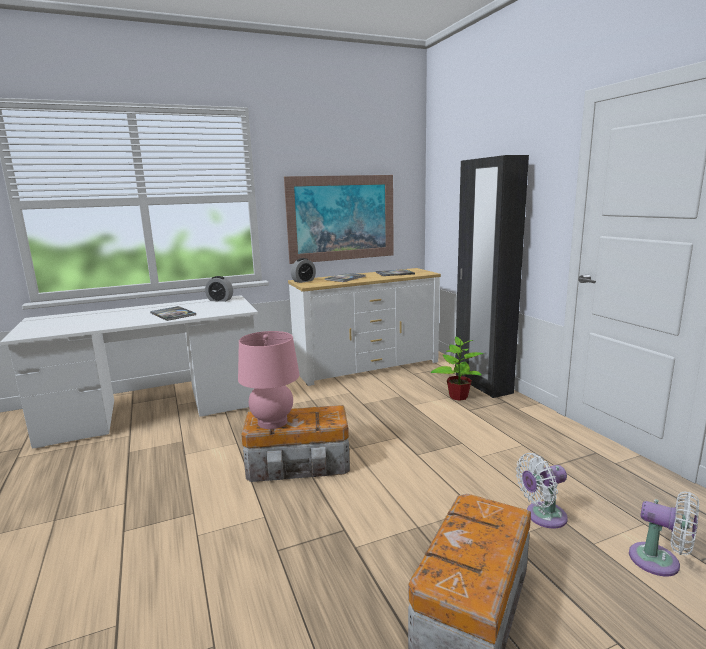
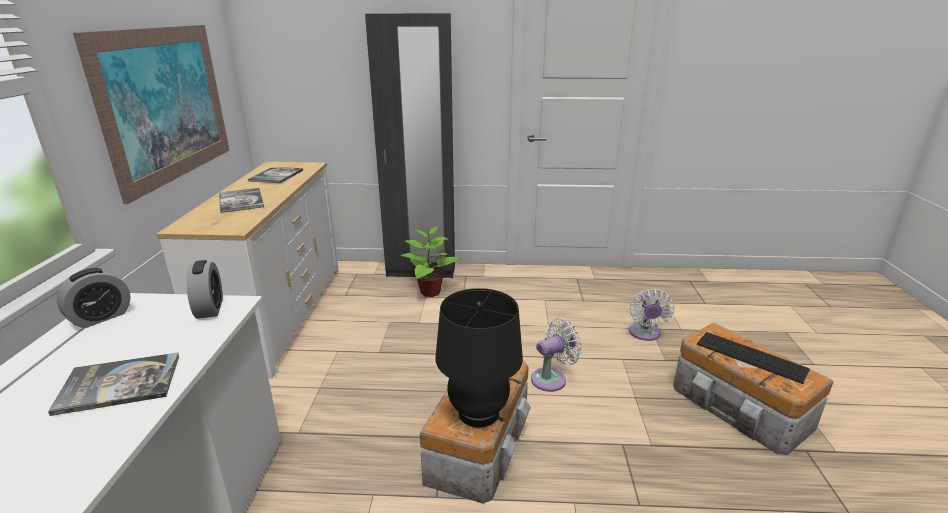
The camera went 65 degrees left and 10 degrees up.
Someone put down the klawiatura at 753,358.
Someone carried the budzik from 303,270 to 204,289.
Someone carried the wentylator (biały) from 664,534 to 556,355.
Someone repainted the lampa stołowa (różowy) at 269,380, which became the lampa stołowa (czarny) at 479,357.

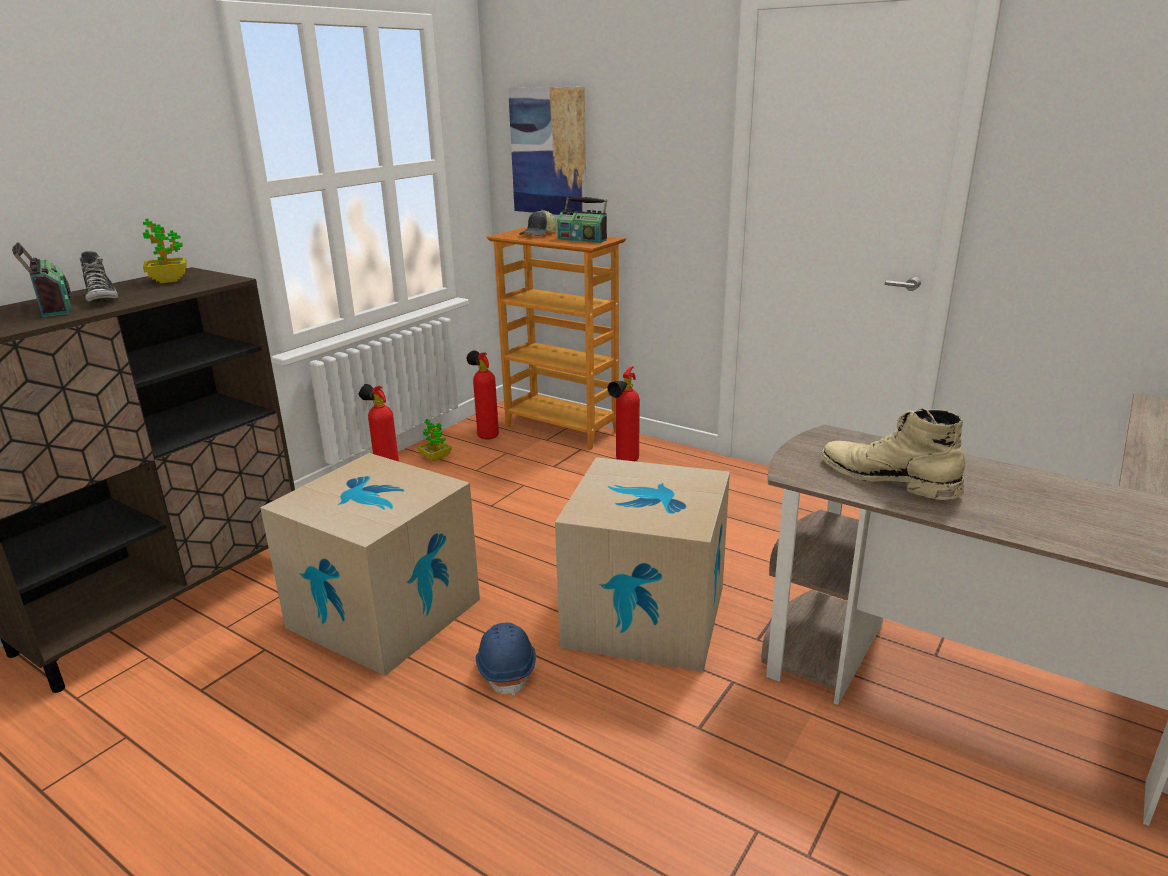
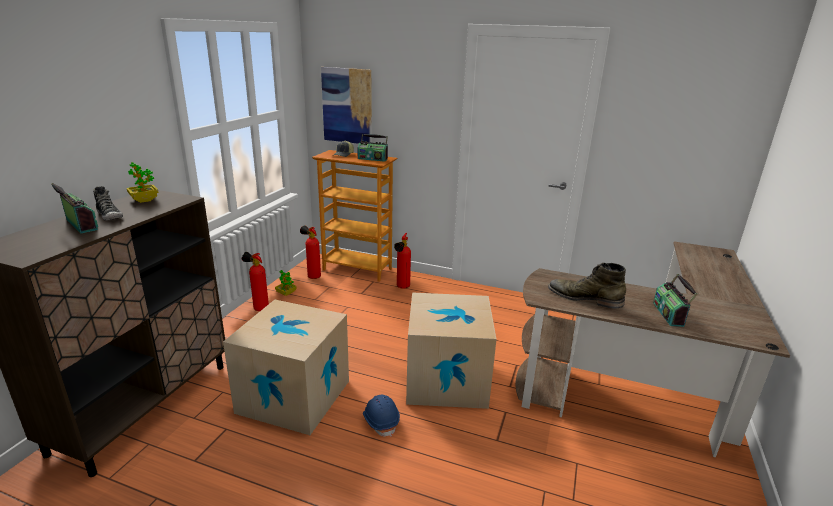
The camera went 15 degrees left and 0 degrees up.
Someone put down the radio at 675,300.
Someone repainted the but z cholewką (beżowy) at 893,454, which became the but z cholewką (zielony) at 587,285.

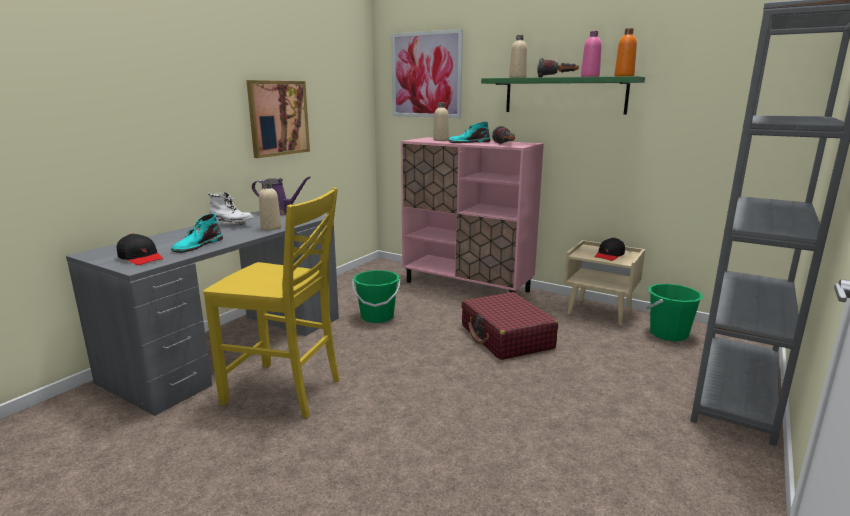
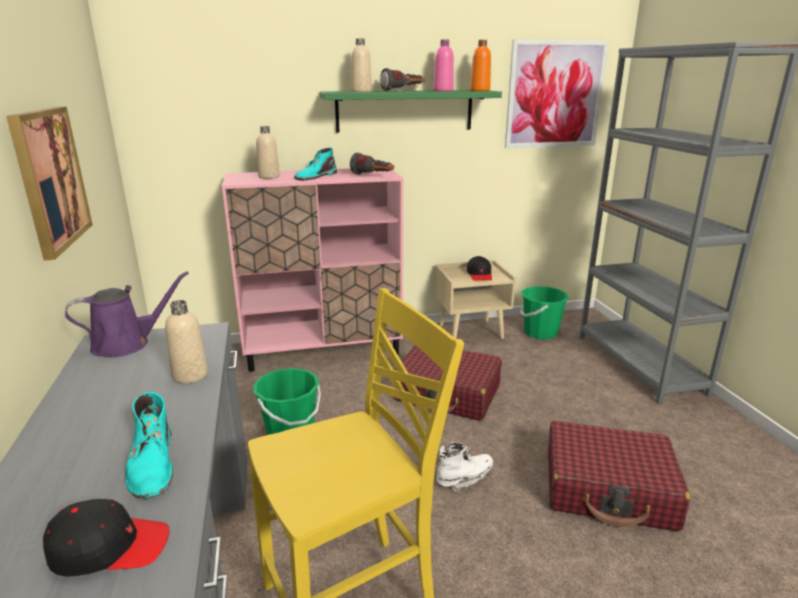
The camera went 45 degrees left and 5 degrees up.
Someone put down the walizka (czerwony) at 619,476.
Someone carried the but z cholewką (biały) from 231,208 to 465,467.
Someone carried the obraz from 427,73 to 557,94.

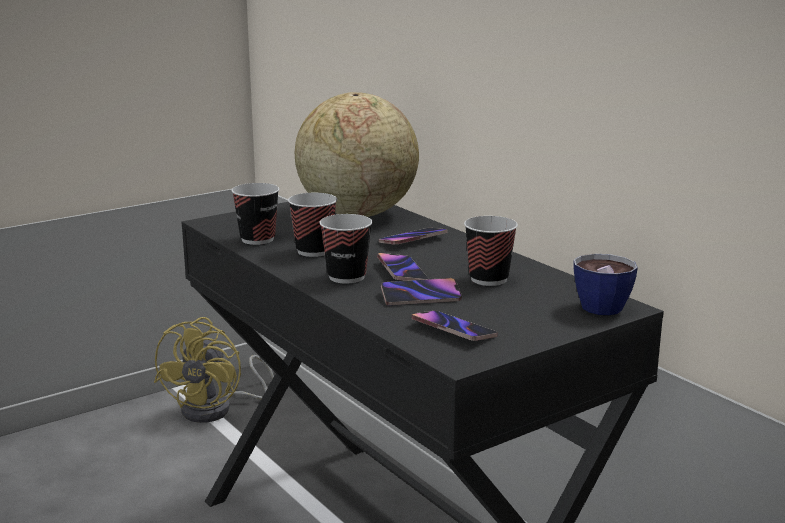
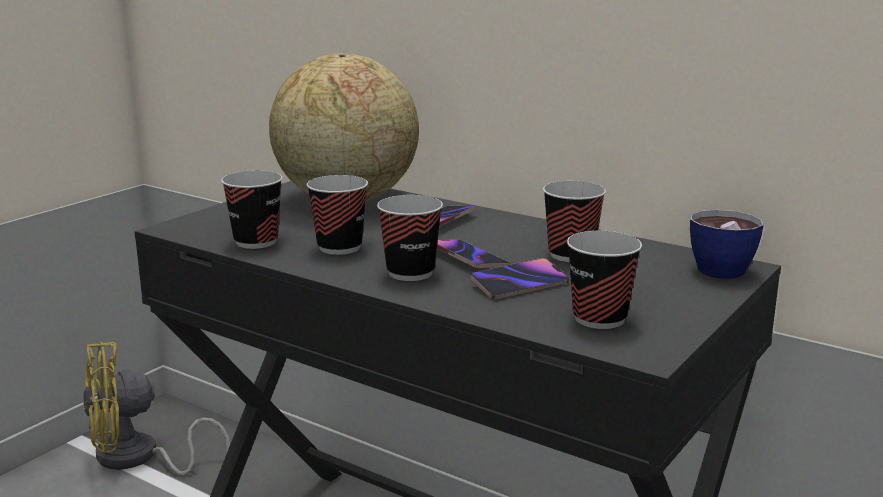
The camera went 20 degrees left and 0 degrees up.
Someone swapped the telefon at 454,326 for the filiżanka at 604,280.
Someone rotated the wentylator (żółty) at 214,370 by 75 degrees clockwise.

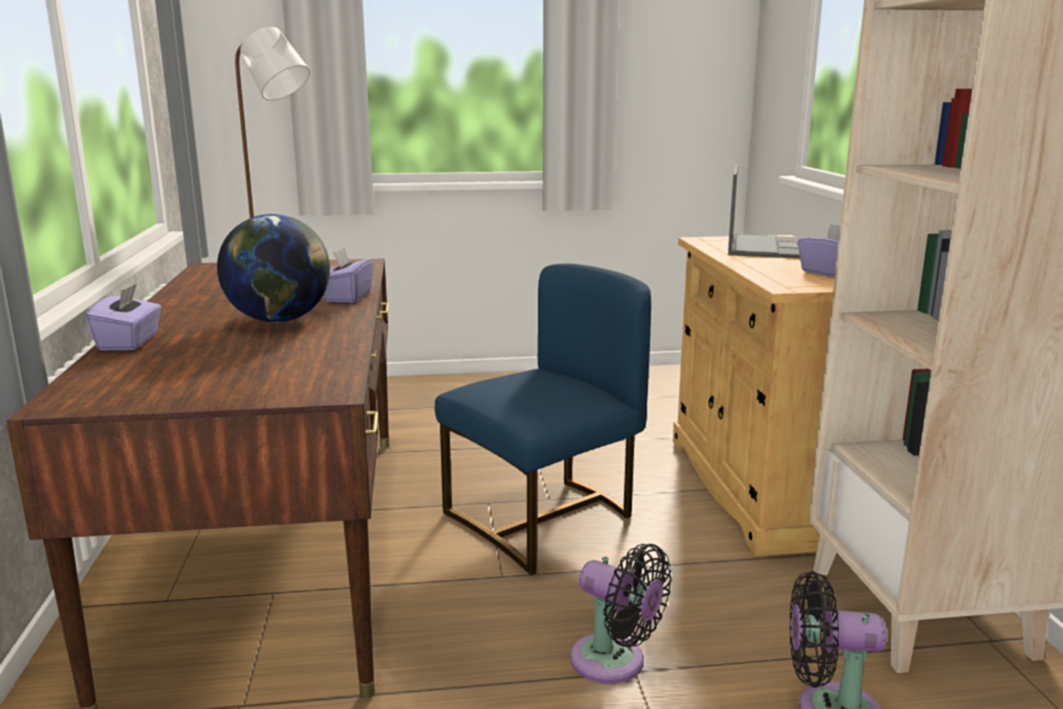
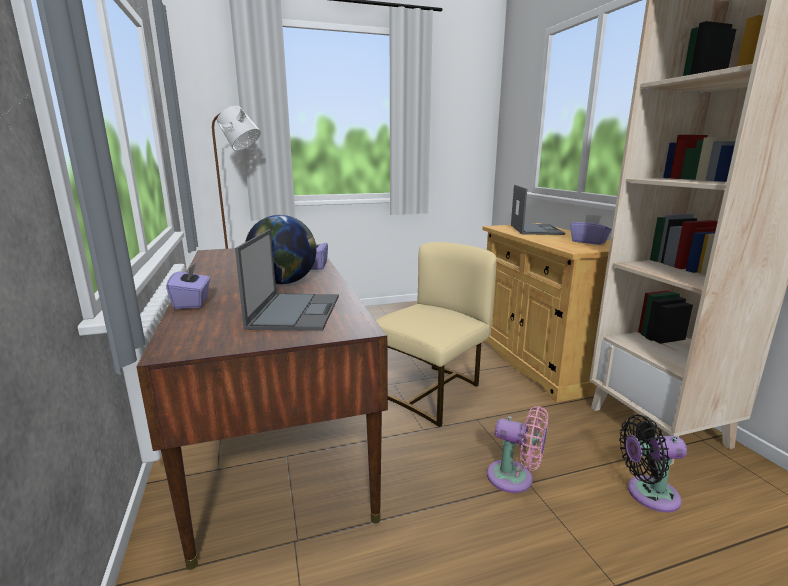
The camera went 10 degrees left and 0 degrees up.
Someone put down the laptop at 287,280.
Someone repainted the krzesło (niebieski) at 543,419, which became the krzesło (beżowy) at 436,334.
Someone repainted the wentylator (czarny) at 621,614, which became the wentylator (różowy) at 517,449.

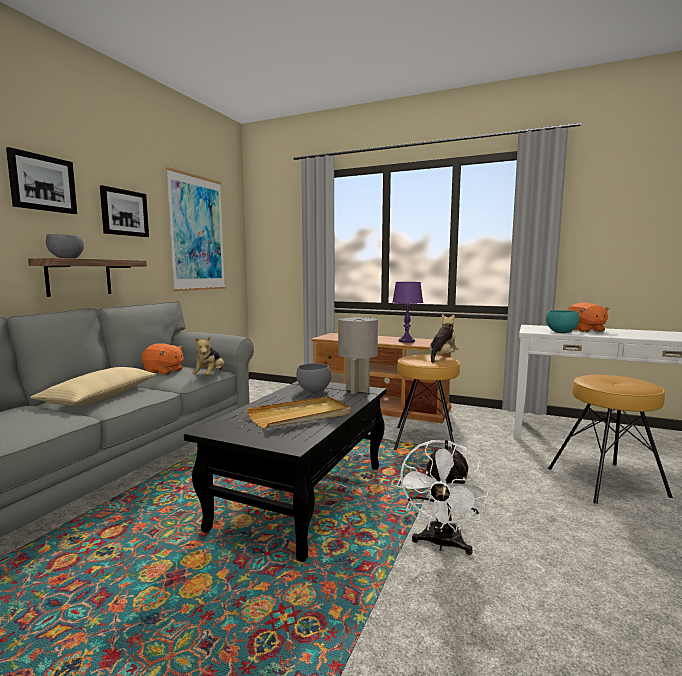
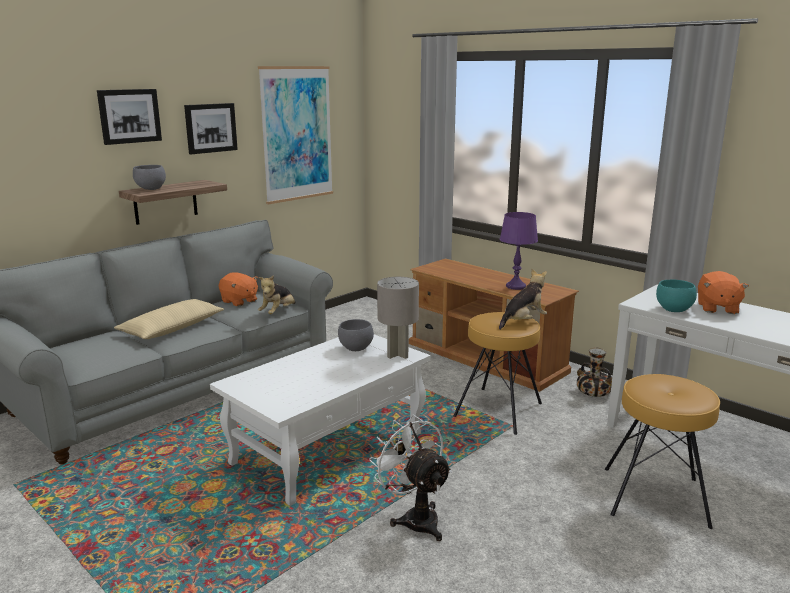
The camera went 20 degrees right and 10 degrees up.
Someone took away the taca (beżowy) at 299,412.
Someone put down the wazon at 594,372.
Someone repainted the ława (czarny) at 285,471, which became the ława (biały) at 320,420.
Someone rotated the wentylator (biały) at 443,497 by 105 degrees clockwise.

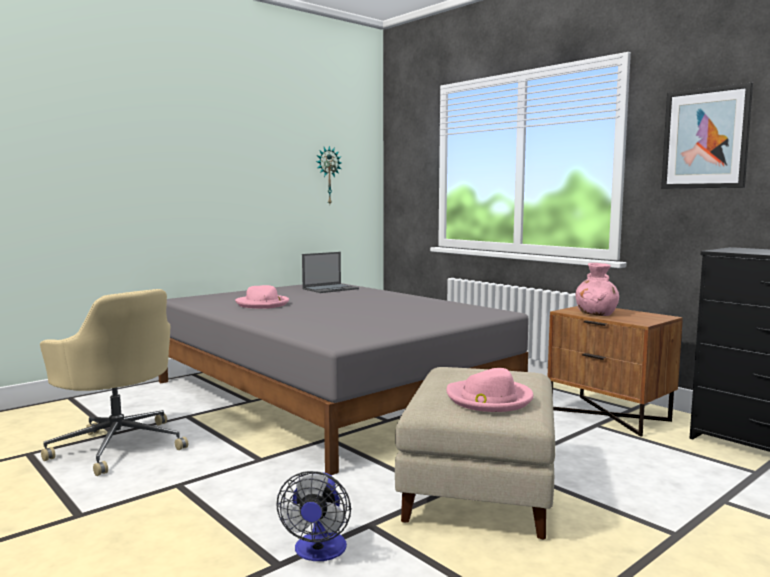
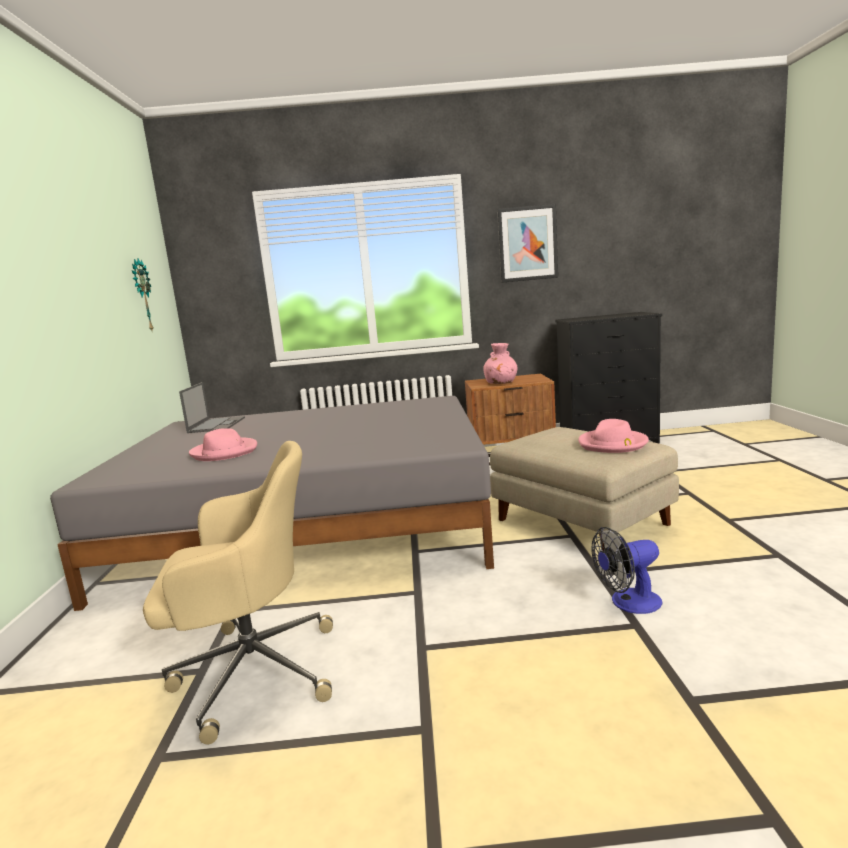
The camera went 50 degrees left and 5 degrees up.
Someone rotated the wentylator at 314,516 by 120 degrees clockwise.

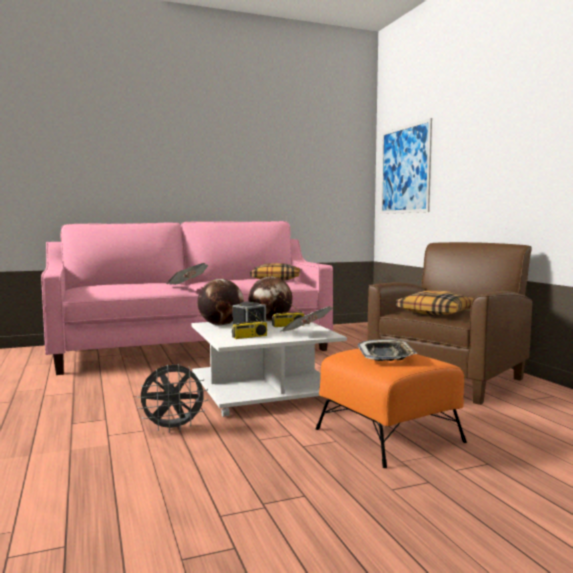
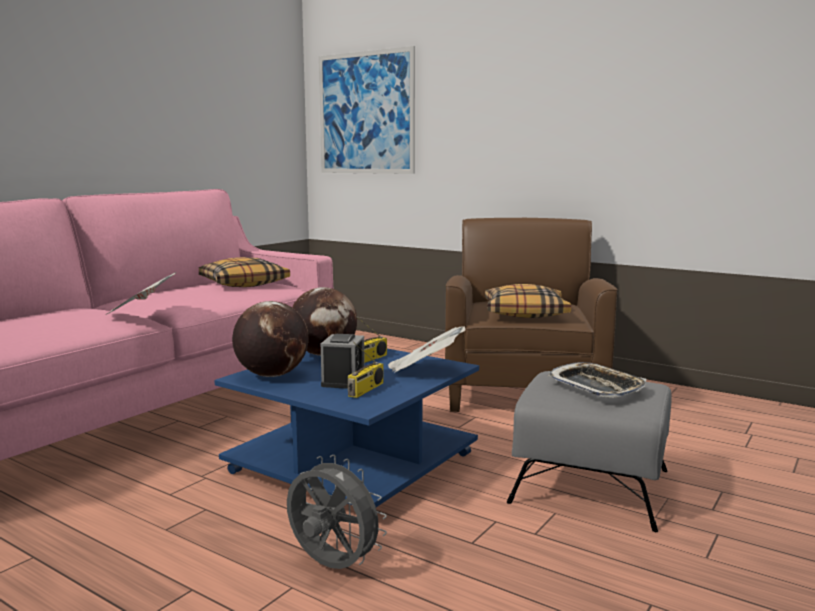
The camera went 35 degrees left and 5 degrees up.
Someone repainted the ława (biały) at 269,369, which became the ława (niebieski) at 346,428.
Someone repainted the pufa (pomarańczowy) at 391,408, which became the pufa (szary) at 588,451.
Someone rotated the wentylator (szary) at 172,398 by 90 degrees counterclockwise.

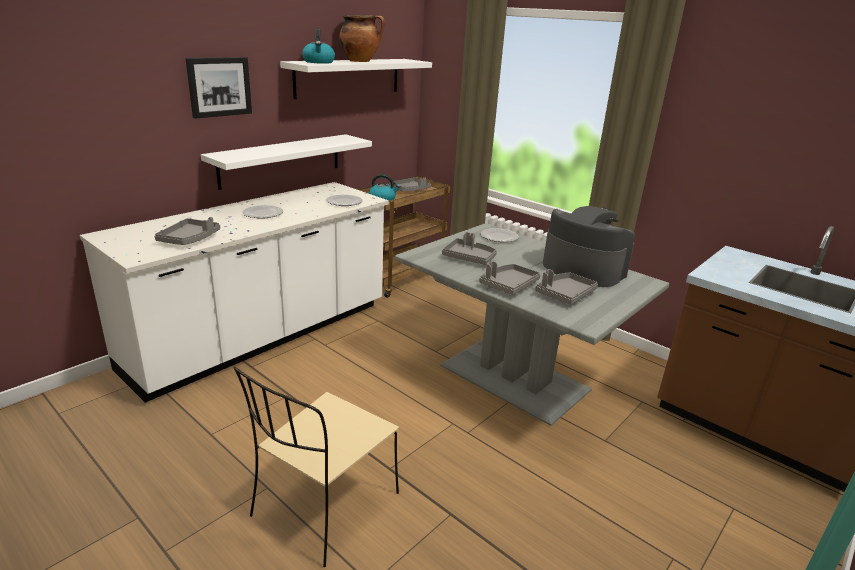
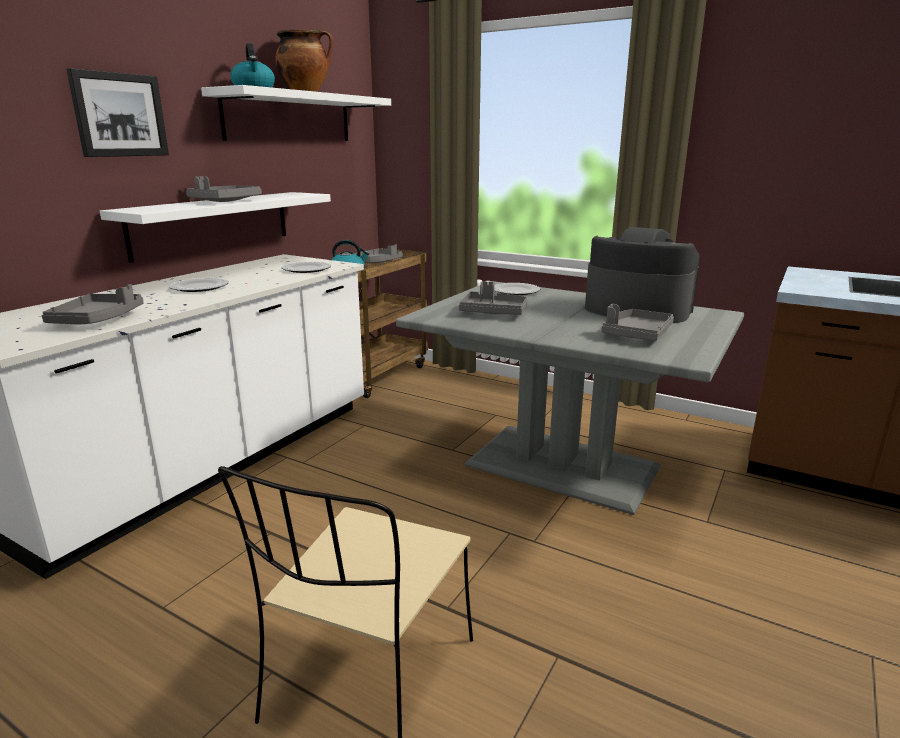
The camera went 10 degrees left and 5 degrees down.
Someone carried the taca (szary) from 509,278 to 224,189.

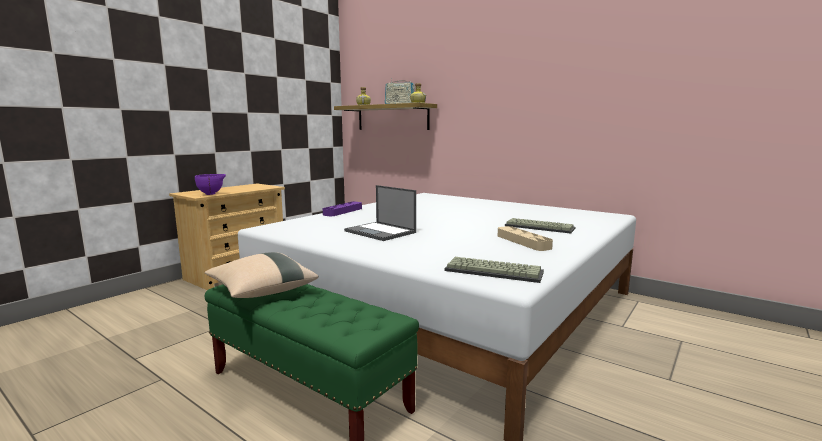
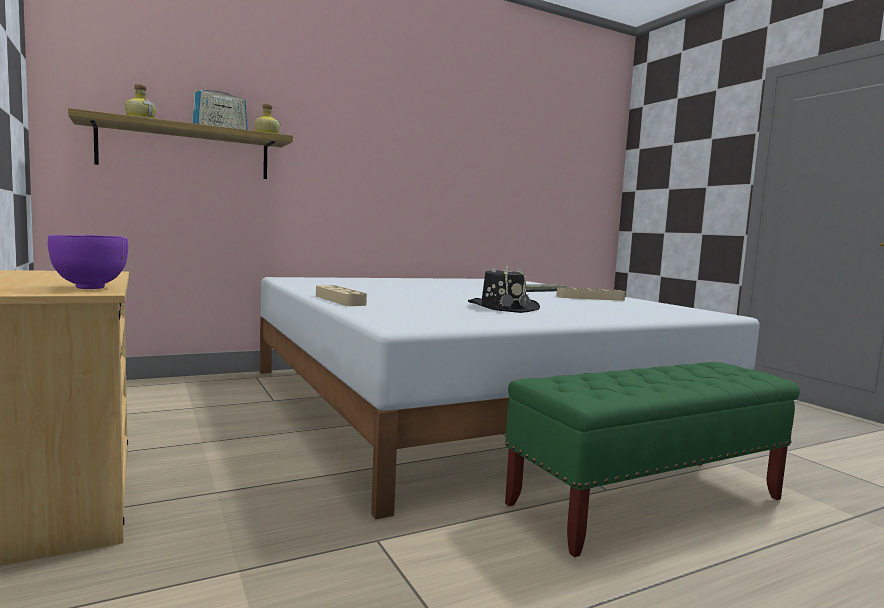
The camera went 65 degrees left and 5 degrees down.
Someone took away the poduszka (beżowy) at 261,275.
Someone took away the klawiatura at 494,270.
Someone swapped the laptop at 380,213 for the kapelusz (czarny) at 504,288.
Someone repainted the taca (fioletowy) at 342,209, which became the taca (beżowy) at 341,295.

